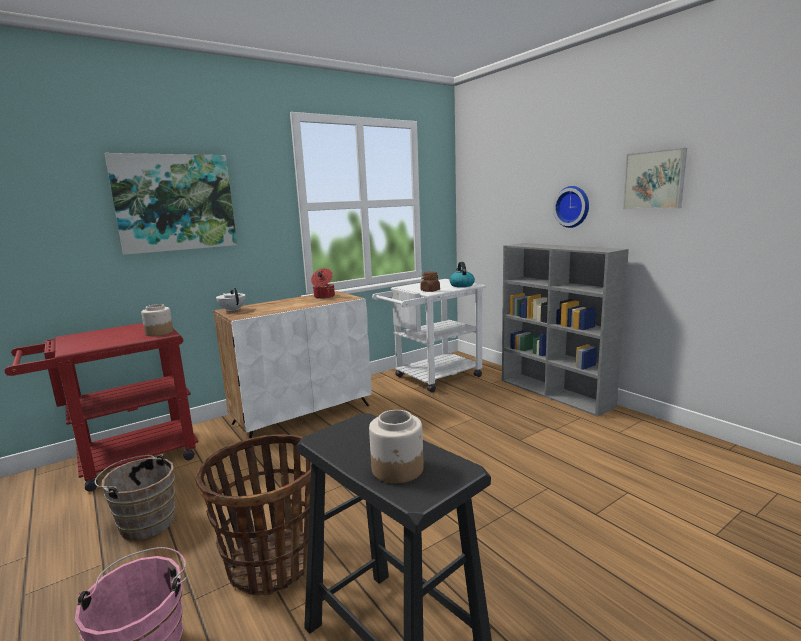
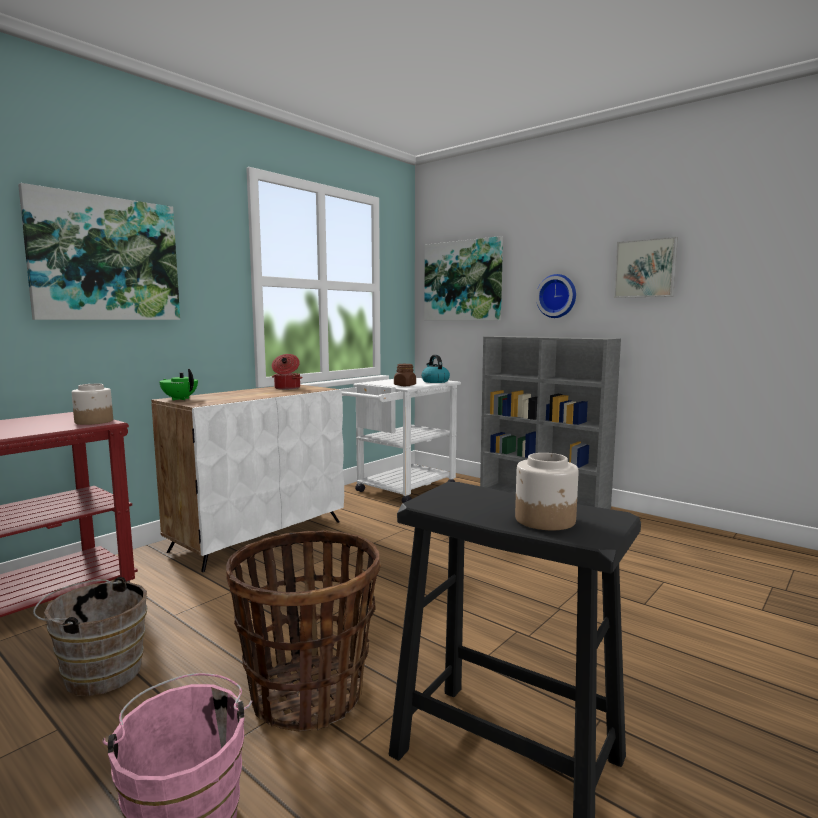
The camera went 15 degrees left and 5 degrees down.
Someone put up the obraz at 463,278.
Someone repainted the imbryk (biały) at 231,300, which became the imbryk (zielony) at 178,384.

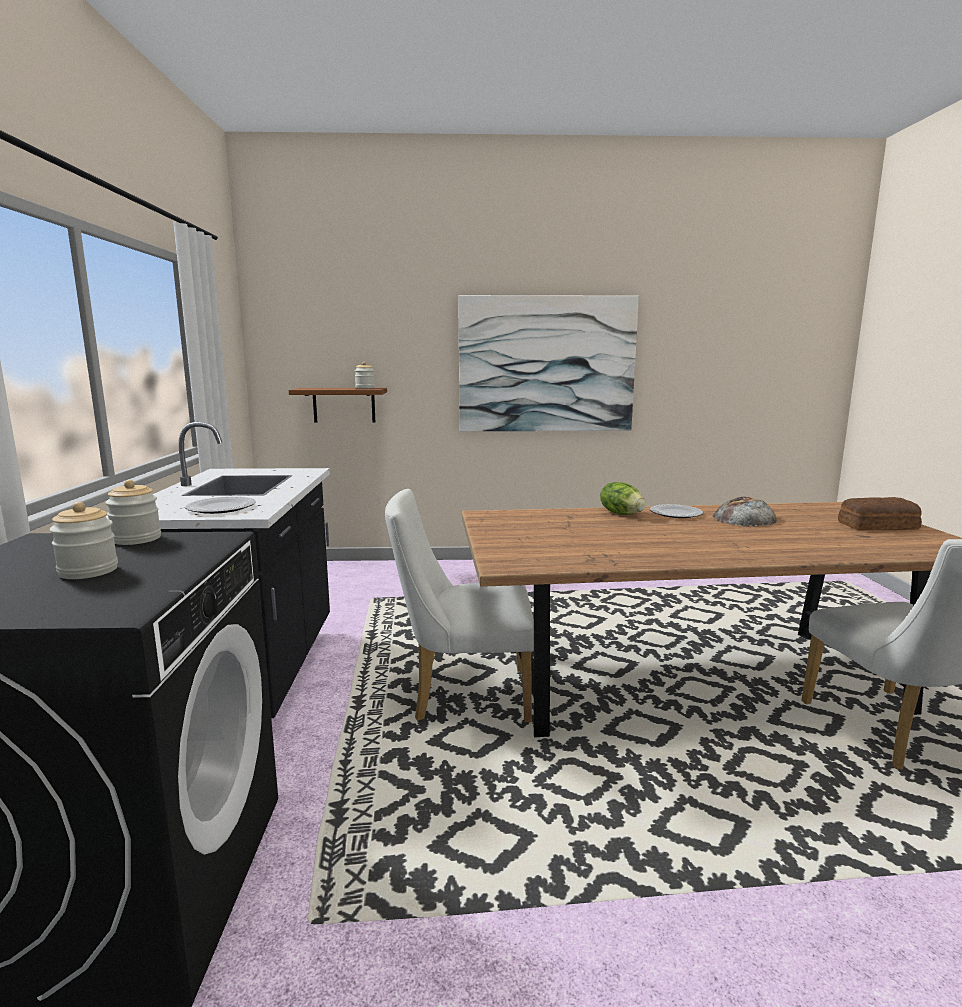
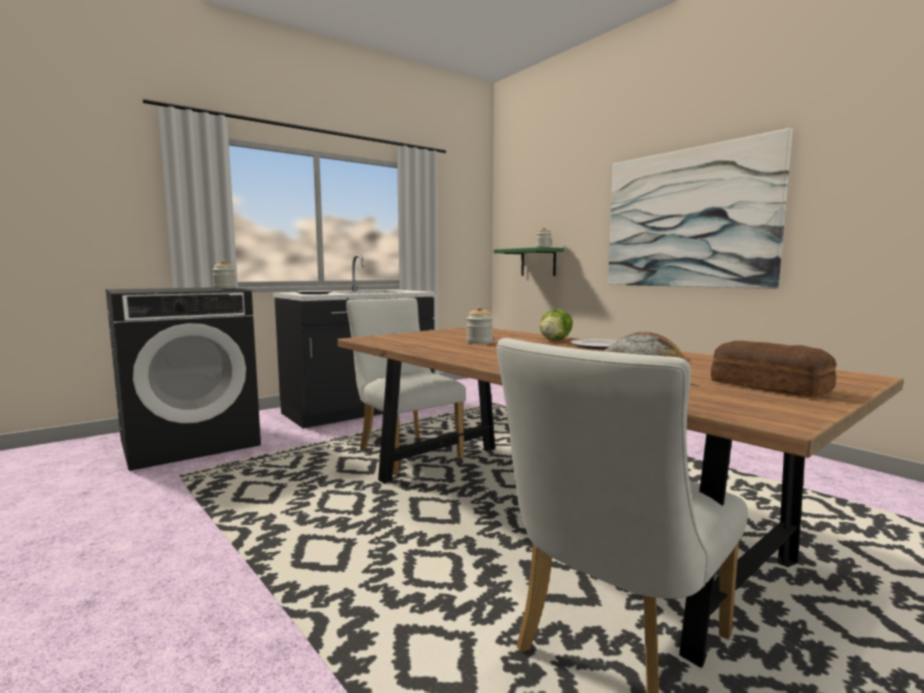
The camera went 55 degrees right and 5 degrees down.
Someone carried the słoik from 84,540 to 479,325.
Someone repainted the półka (brązowy) at 338,405, which became the półka (zielony) at 529,261.

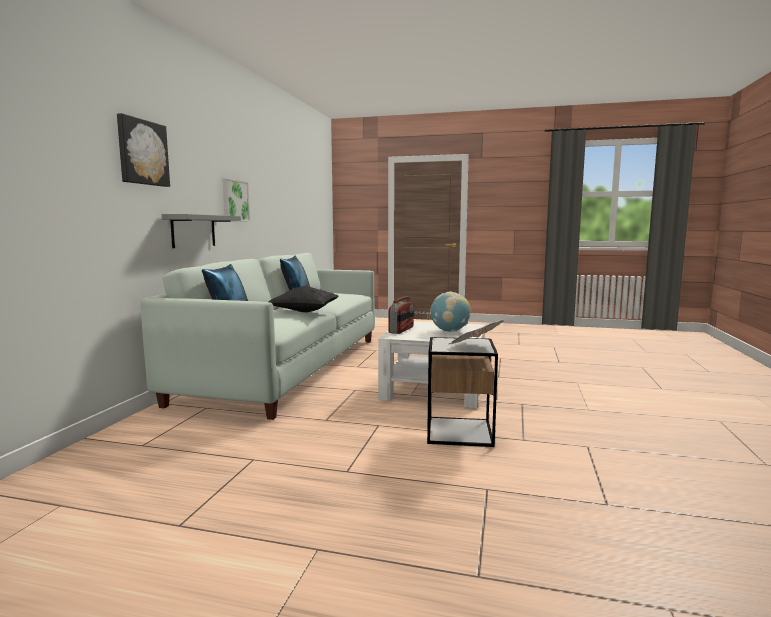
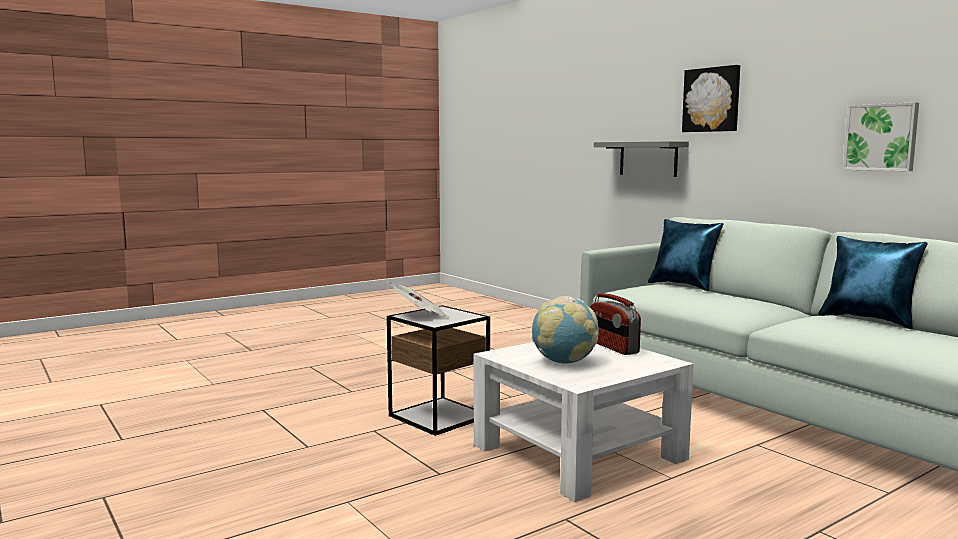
The camera went 130 degrees right and 0 degrees up.
Someone took away the poduszka (czarny) at 303,299.
Someone carried the półka (szary) from 201,231 to 641,159.

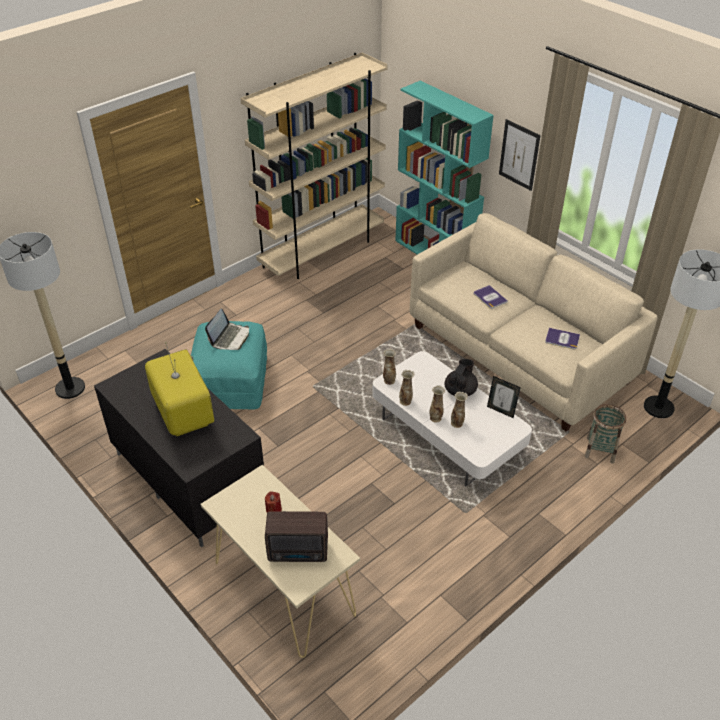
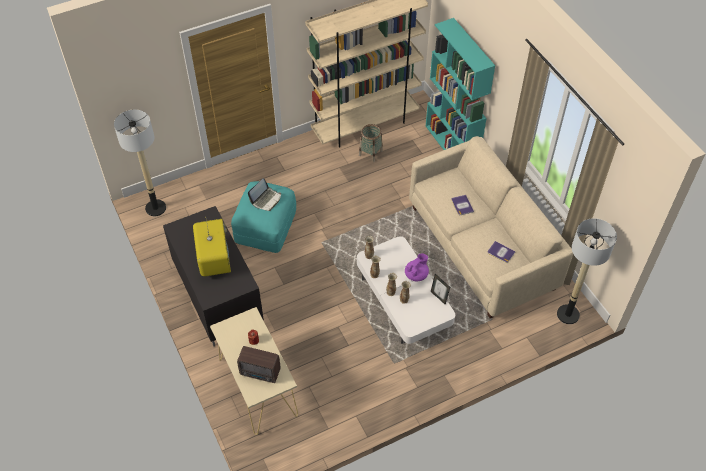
The camera went 15 degrees right and 10 degrees up.
Someone took away the obraz at 520,155.
Someone carried the koszyk from 606,434 to 371,143.
Someone repainted the imbryk (czarny) at 461,377, which became the imbryk (fioletowy) at 417,267.

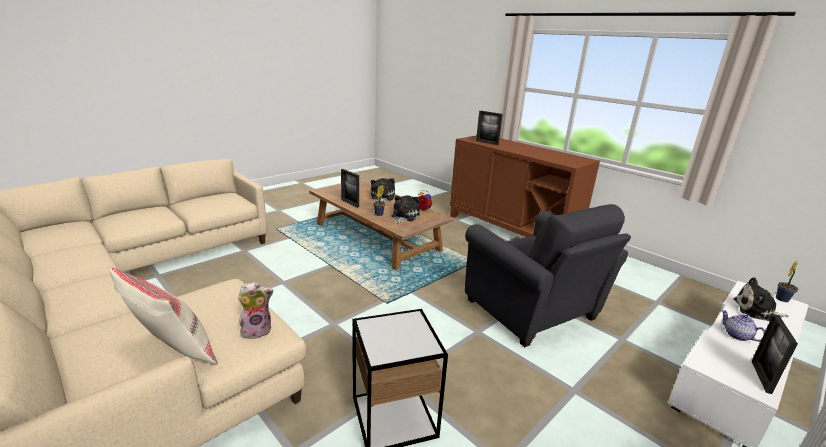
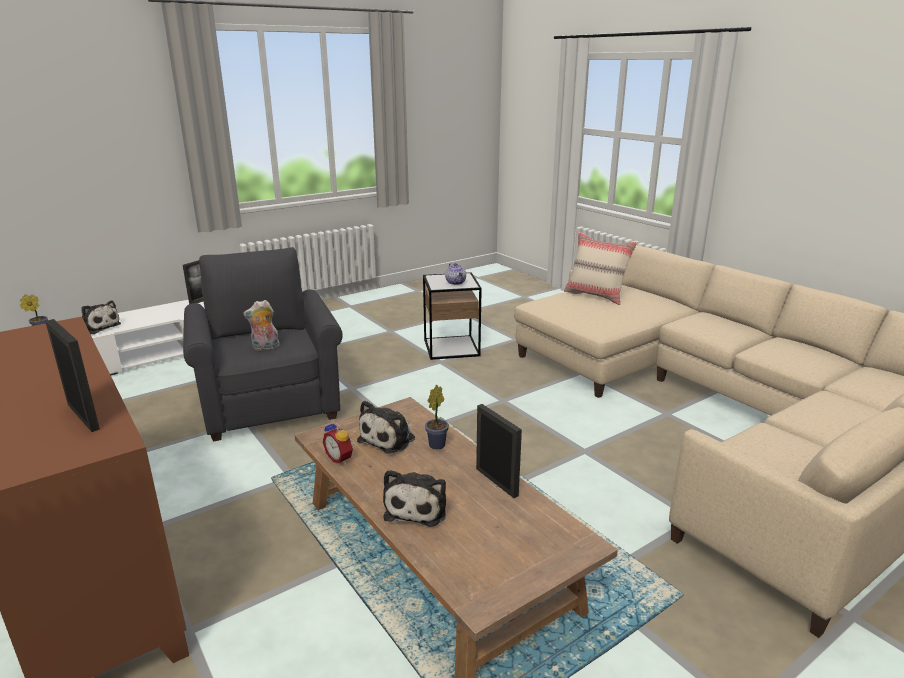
The camera went 170 degrees left and 0 degrees up.
Someone carried the pluszak from 255,310 to 261,325.
Someone carried the imbryk from 743,325 to 455,274.

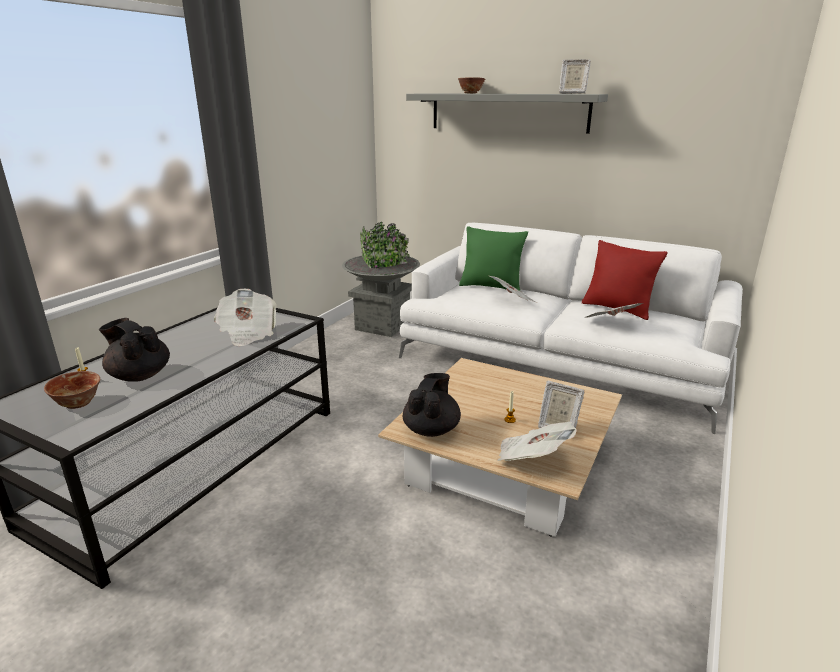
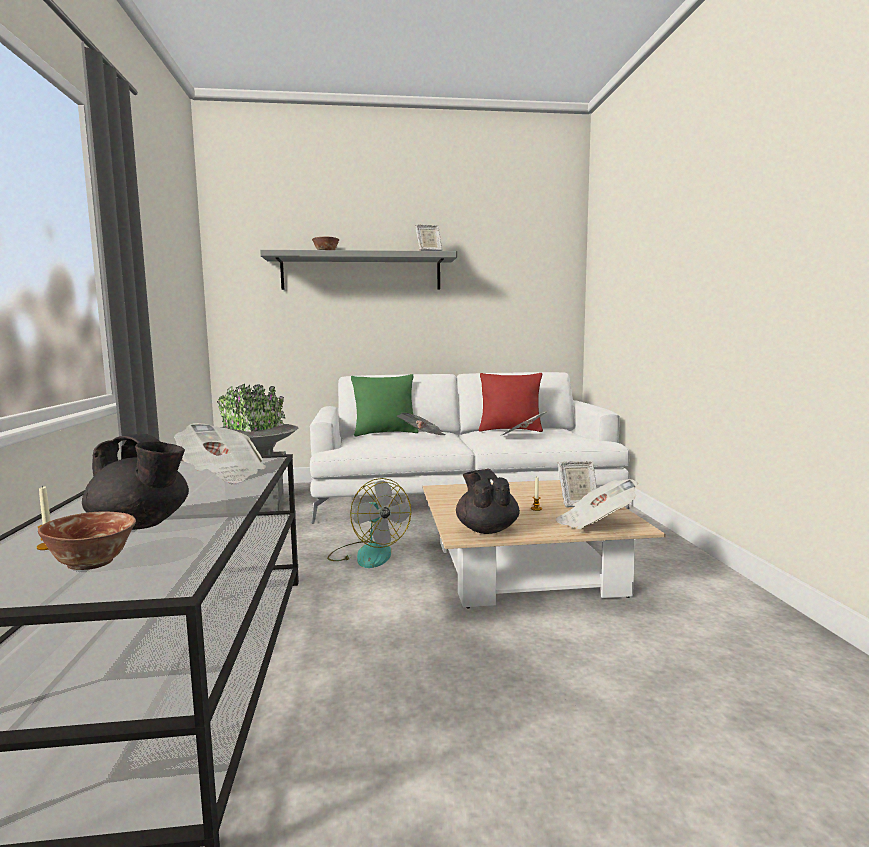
The camera went 35 degrees left and 15 degrees down.
Someone put down the wentylator at 369,523.
Someone rotated the imbryk (czarny) at 134,350 by 150 degrees counterclockwise.

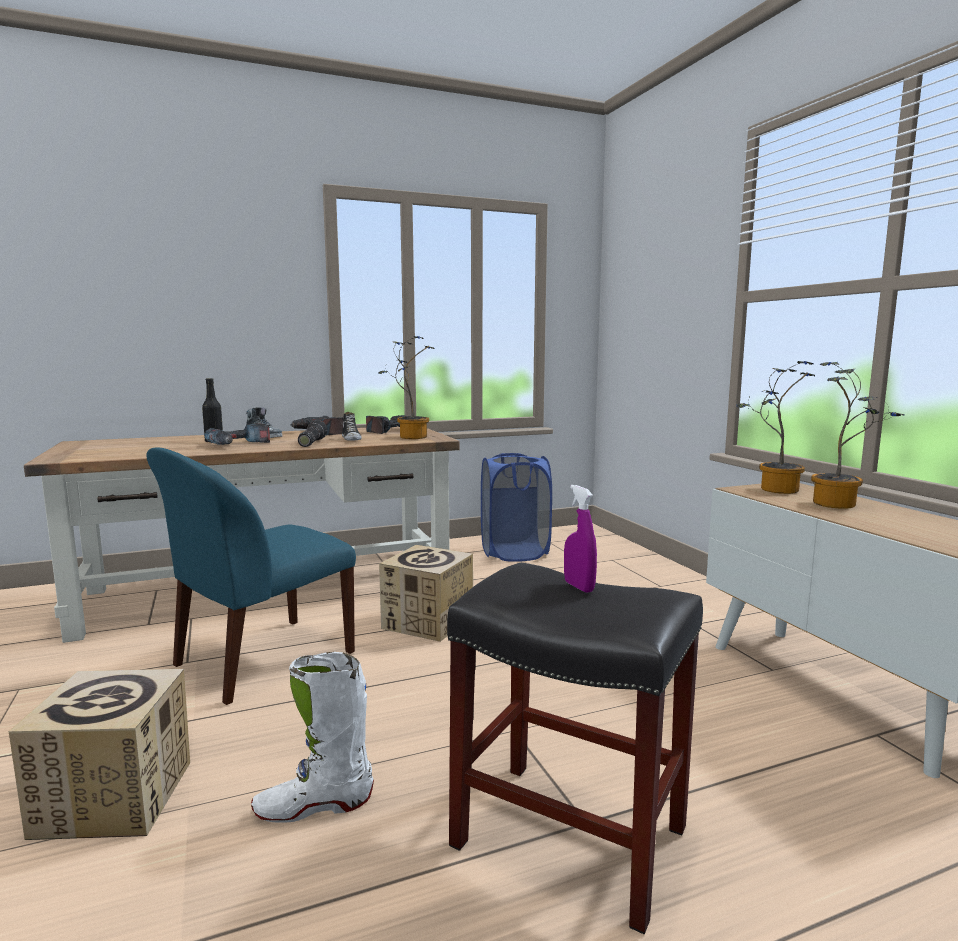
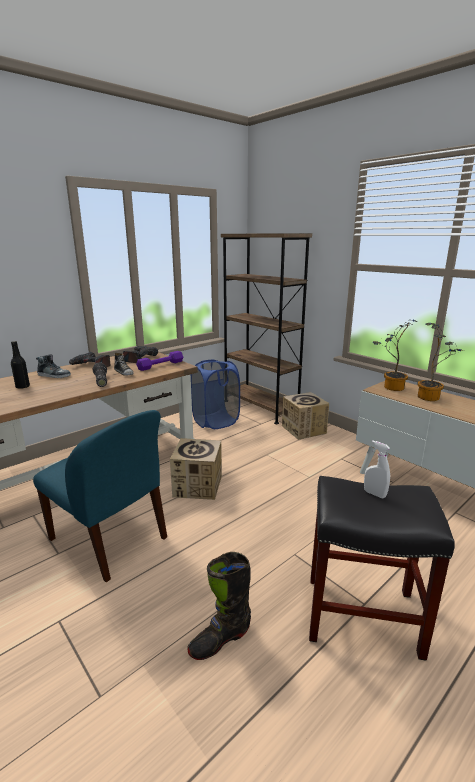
The camera went 20 degrees left and 10 degrees up.
Someone took away the wiertarka at 237,434.
Someone put down the regał (brązowy) at 266,328.
Someone carried the karton from 99,754 to 305,416.
Someone swapped the roślina doniczkowa at 406,387 for the hantel (fioletowy) at 159,361.
Someone repainted the but z cholewką (biały) at 312,737, which became the but z cholewką (czarny) at 219,606.
Someone repainted the spryskiwacz (fioletowy) at 580,539, which became the spryskiwacz (biały) at 377,469.
Someone rotated the krzesło (niebieski) at 251,576 by 75 degrees counterclockwise.

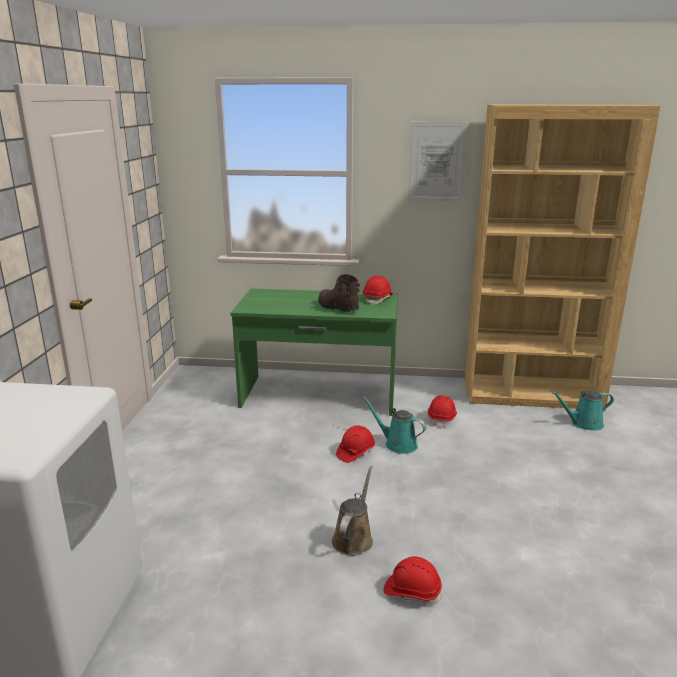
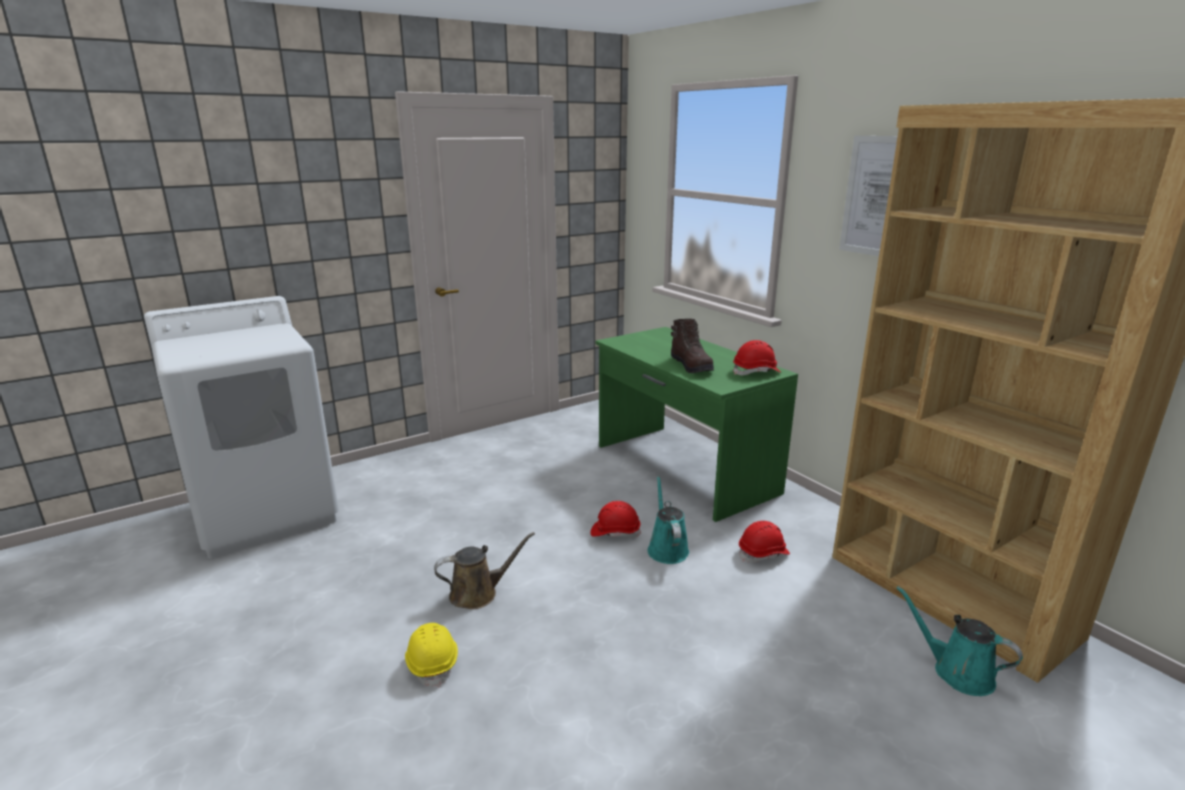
The camera went 50 degrees right and 0 degrees up.
Someone repainted the kask (czerwony) at 413,580, which became the kask (żółty) at 431,655.
Someone rotated the but z cholewką (brązowy) at 339,293 by 150 degrees clockwise.

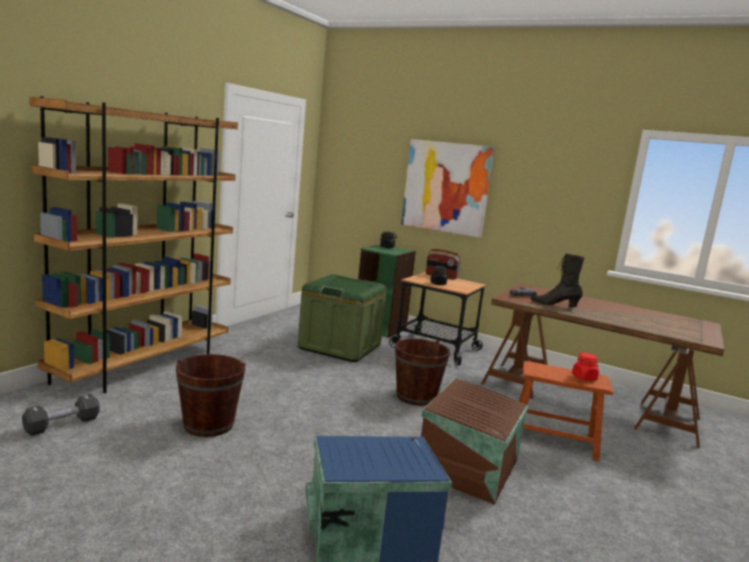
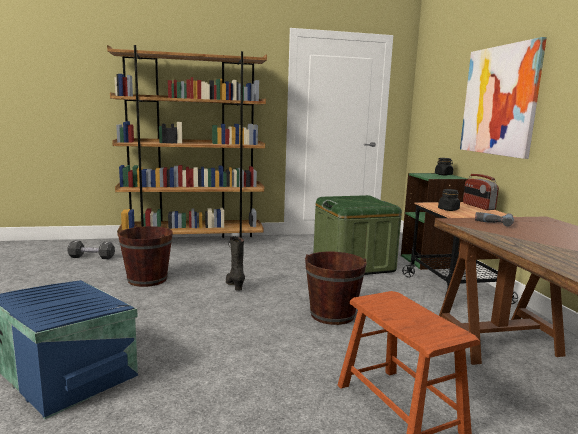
The camera went 50 degrees right and 0 degrees up.
Someone took away the pojemnik do przechowywania (brązowy) at 474,441.
Someone took away the słoik (czerwony) at 585,367.
Someone carried the but z cholewką (czarny) from 557,280 to 235,263.

